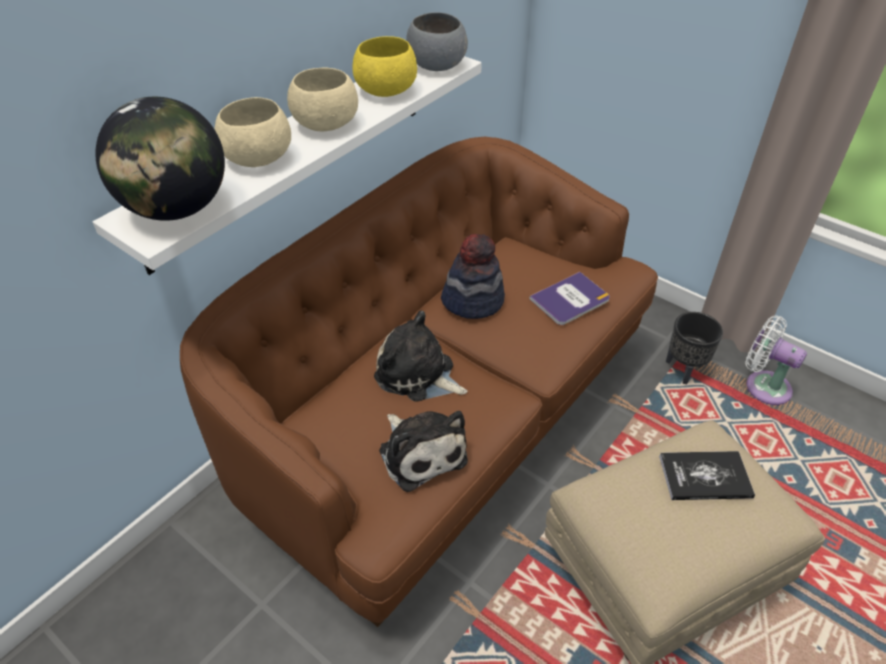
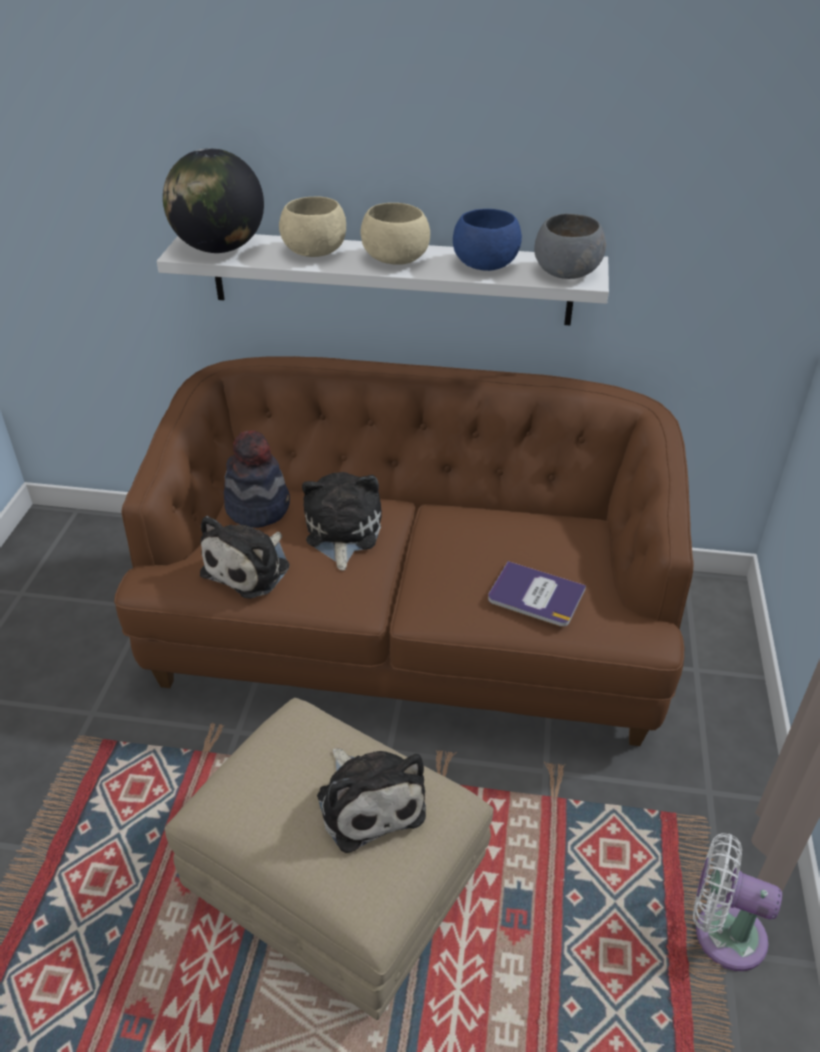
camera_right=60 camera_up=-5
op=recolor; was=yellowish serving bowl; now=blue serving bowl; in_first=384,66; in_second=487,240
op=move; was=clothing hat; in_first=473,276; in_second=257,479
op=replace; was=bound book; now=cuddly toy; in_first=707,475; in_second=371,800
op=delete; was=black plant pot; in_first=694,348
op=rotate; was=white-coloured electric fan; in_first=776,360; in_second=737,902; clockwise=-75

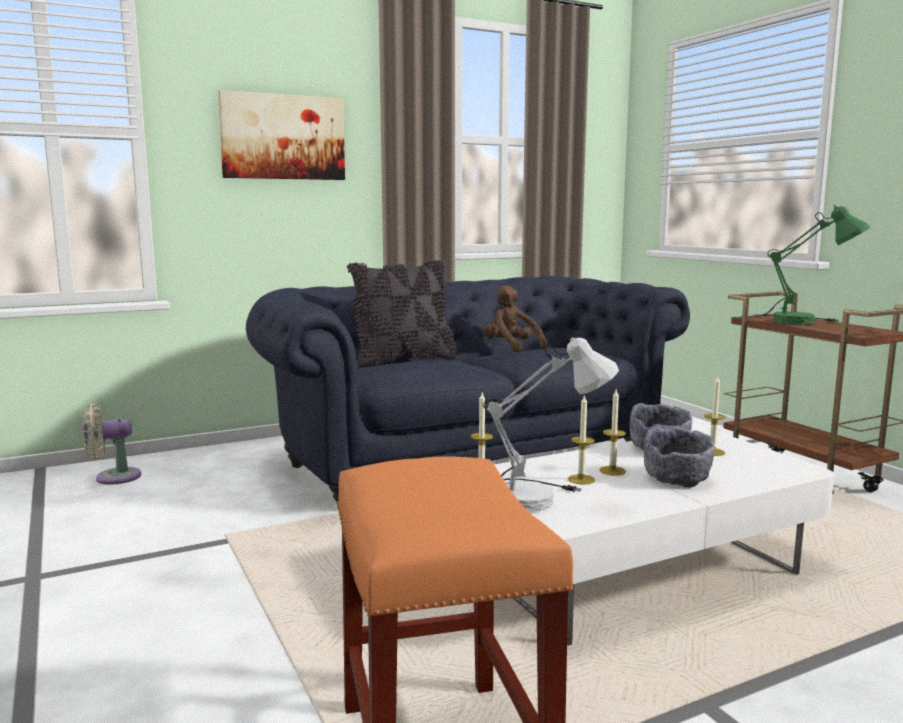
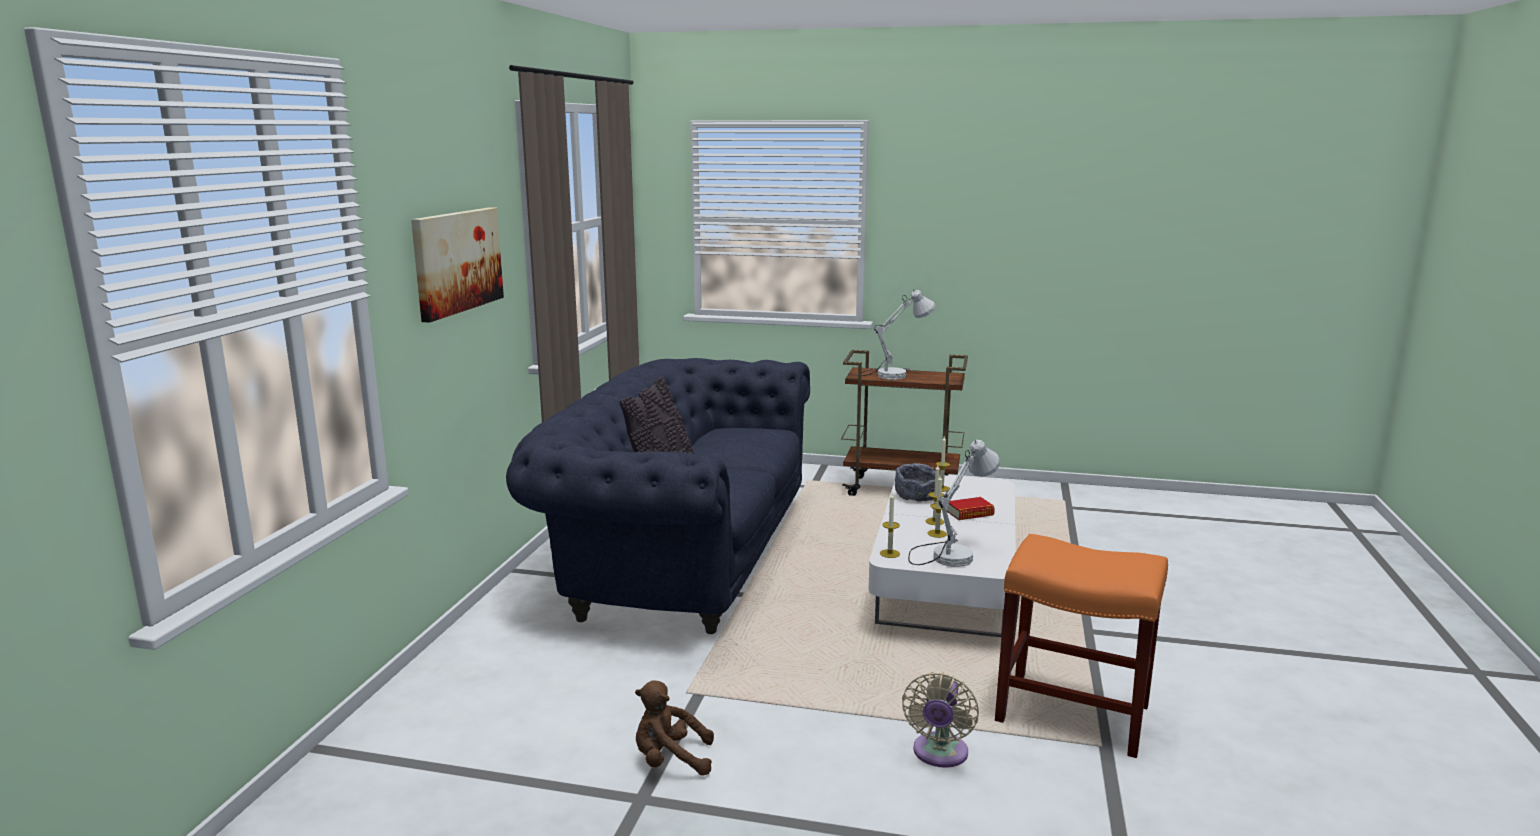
camera_right=-50 camera_up=5
op=move; was=beige electric fan; in_first=112,444; in_second=940,720
op=move; was=brown-coloured cuddly toy; in_first=515,318; in_second=674,728
op=replace; was=grey serving bowl; now=bound book; in_first=679,456; in_second=971,508
op=recolor; was=greenish tabletop lamp; now=white-coloured tabletop lamp; in_first=811,265; in_second=899,335

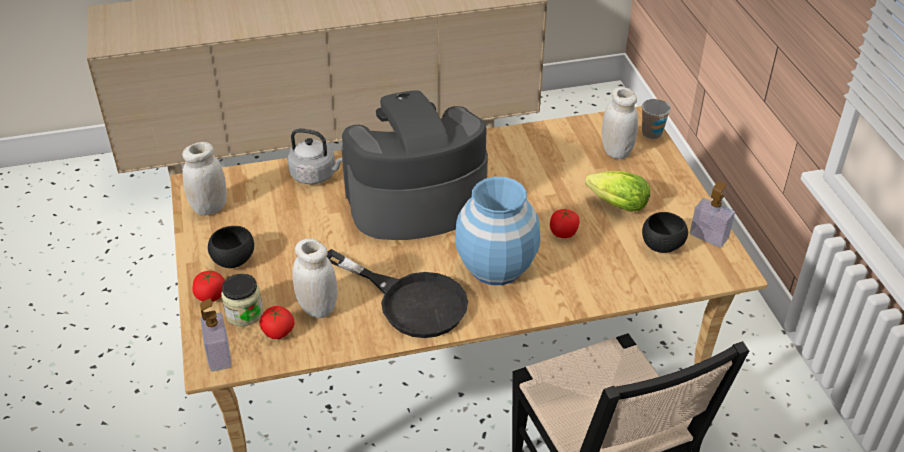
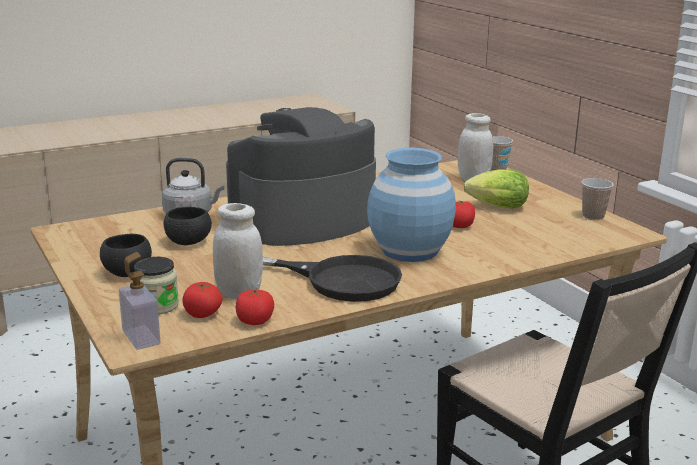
camera_right=-15 camera_up=-20
op=delete; was=white-coloured preserve jar; in_first=204,179
op=move; was=whole tomato; in_first=208,286; in_second=255,306
op=move; was=black serving bowl; in_first=665,232; in_second=188,226
op=replace; was=soap dispenser; now=small cup; in_first=712,214; in_second=597,199

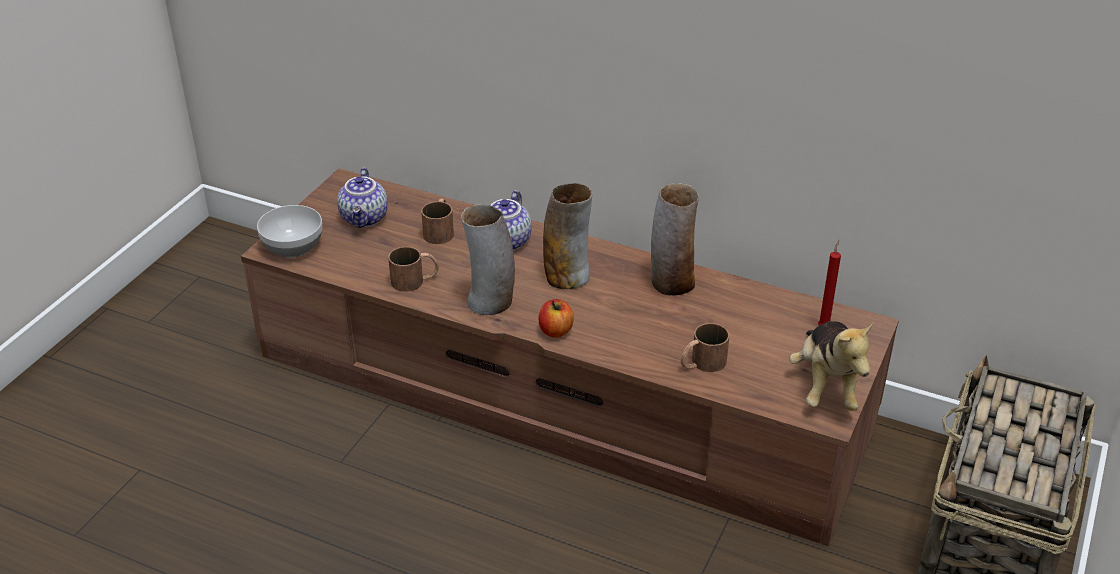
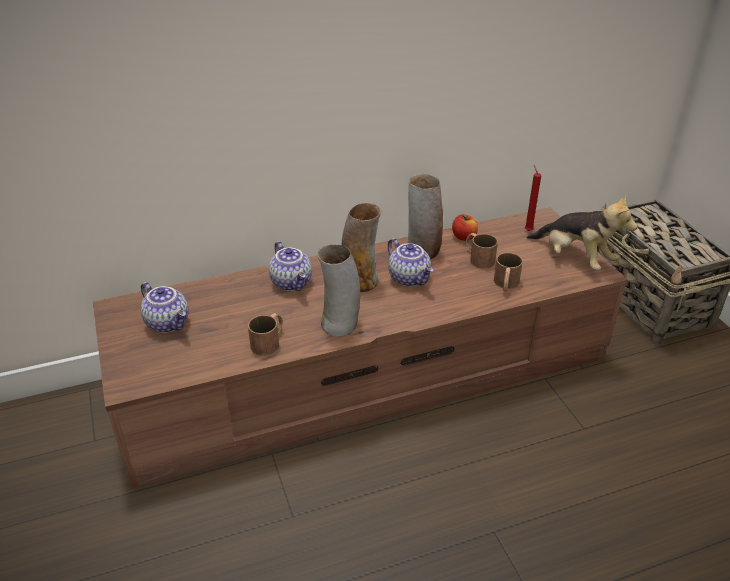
camera_right=-45 camera_up=0
op=delete; was=serving bowl; in_first=289,231
op=move; was=brown-coloured tea mug; in_first=437,221; in_second=482,250
op=move; was=apple fruit; in_first=556,318; in_second=465,227
op=insert; now=pot for tea; in_second=411,262

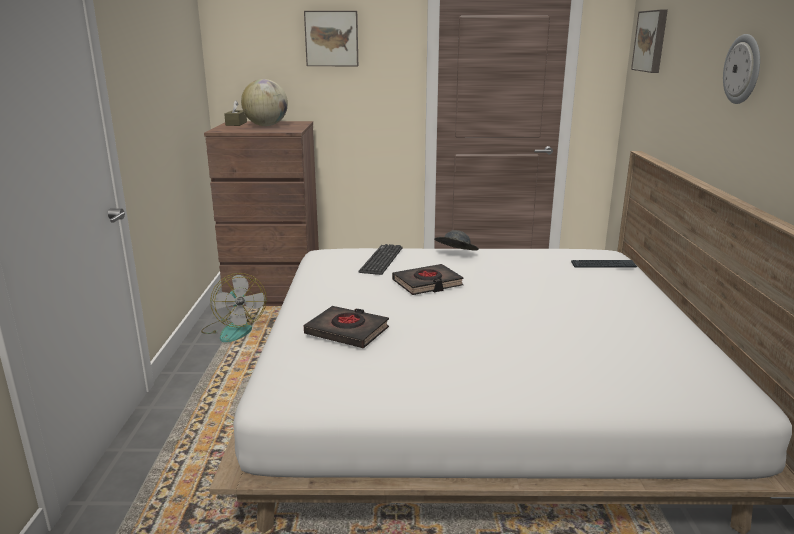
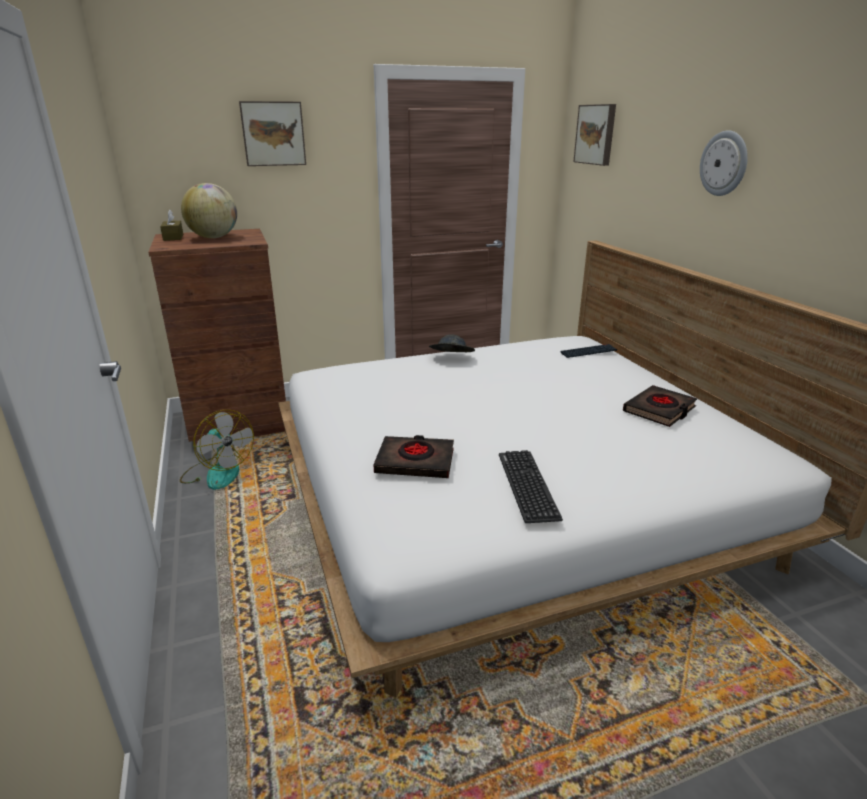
camera_right=-20 camera_up=5
op=move; was=computer keyboard; in_first=380,259; in_second=531,486
op=move; was=black bound book; in_first=428,279; in_second=660,406

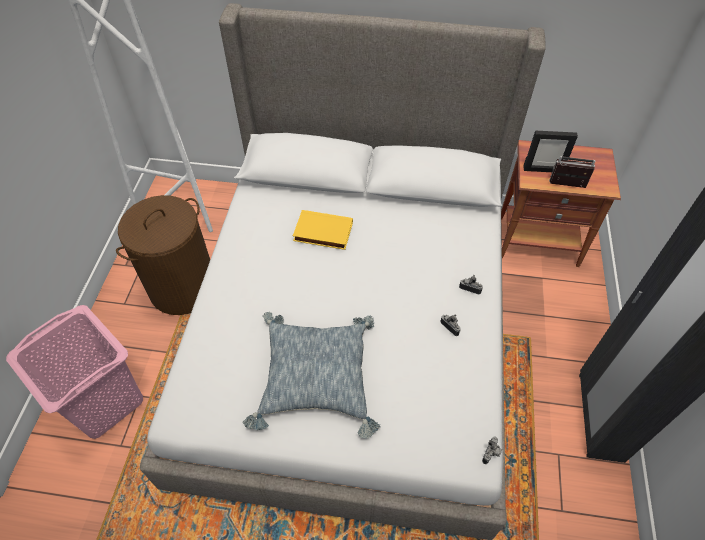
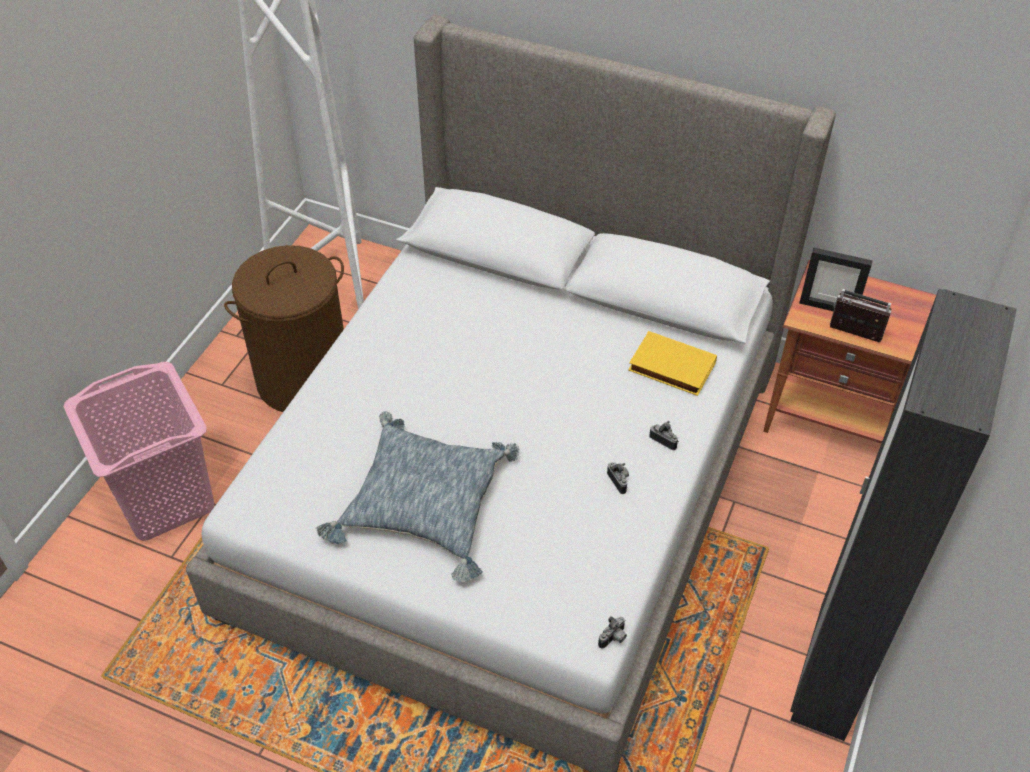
camera_right=15 camera_up=-5
op=move; was=yellowish bound book; in_first=323,230; in_second=672,363

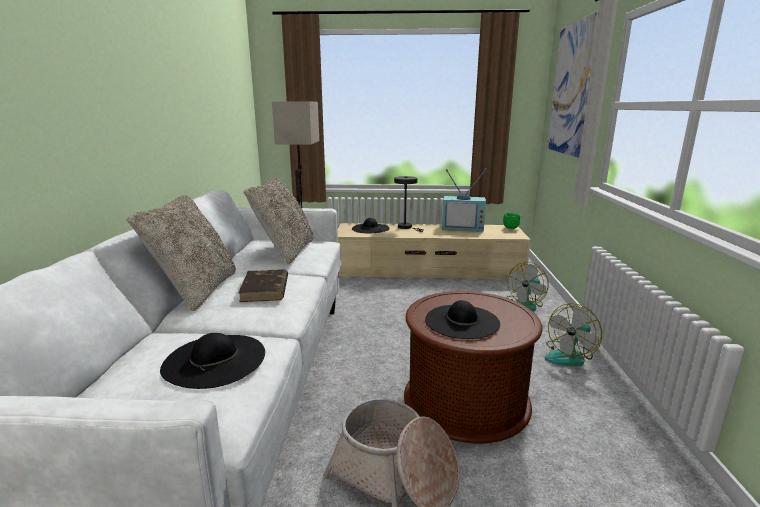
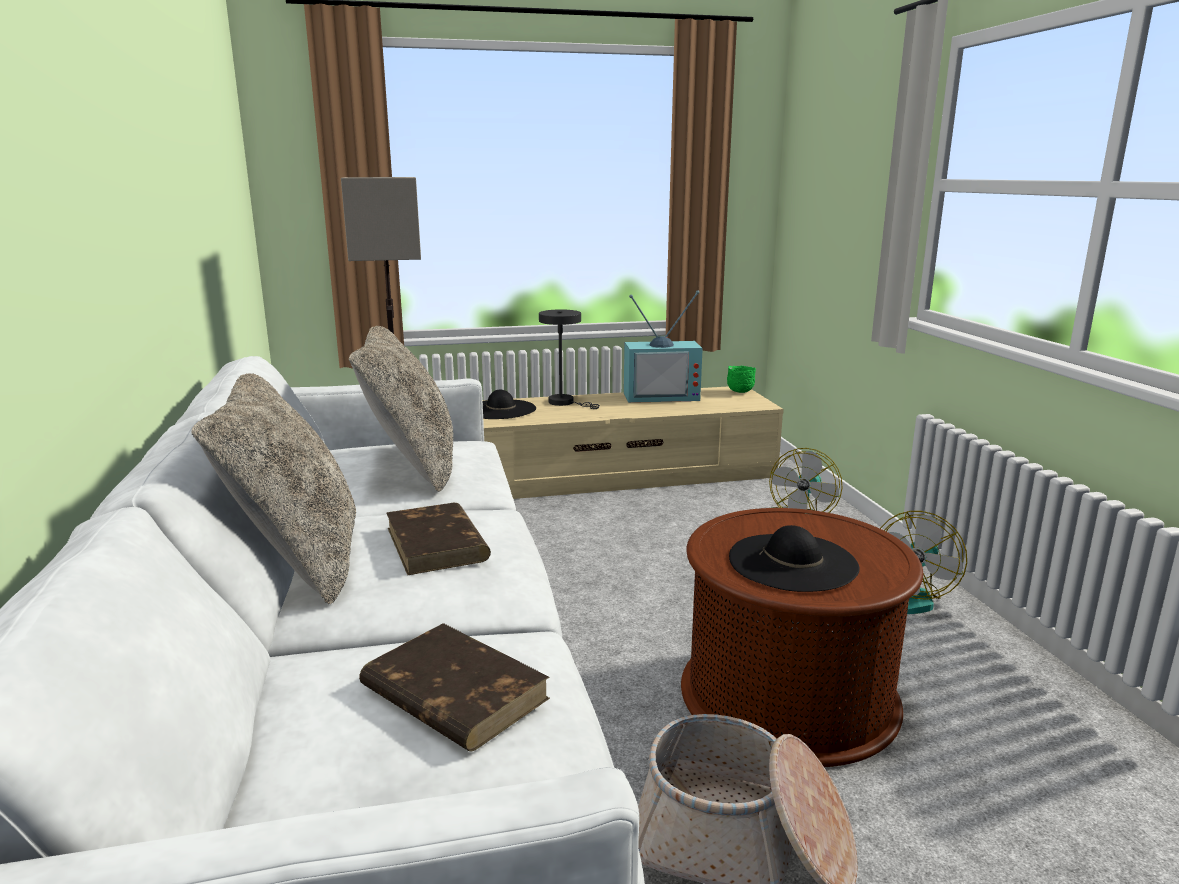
camera_right=-15 camera_up=0
op=replace; was=black clothing hat; now=brown-coloured bound book; in_first=212,361; in_second=454,687
op=delete; was=wall picture; in_first=573,84

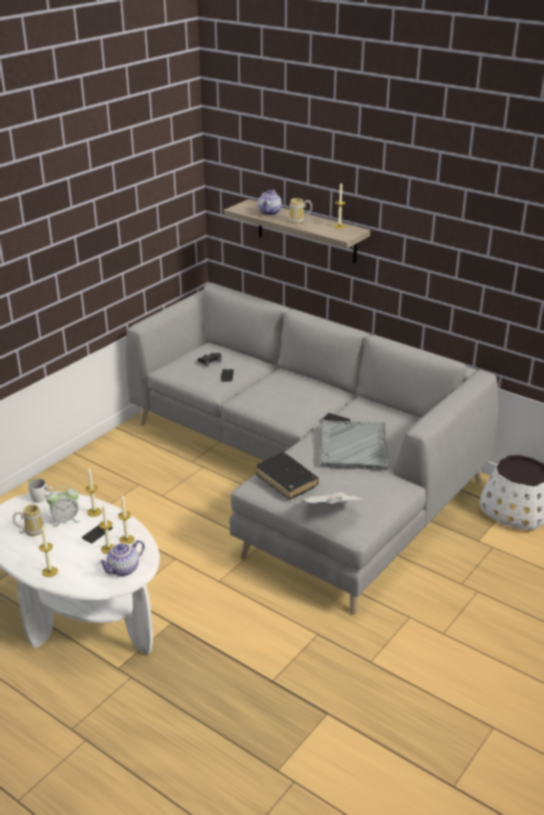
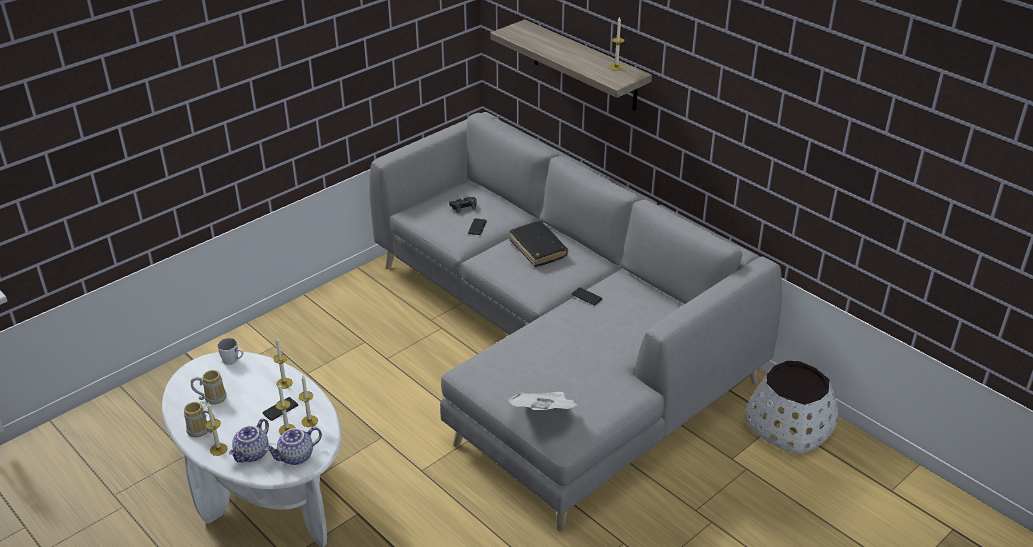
camera_right=10 camera_up=5
op=delete; was=table clock; in_first=63,506
op=move; was=black bound book; in_first=287,476; in_second=538,244
op=move; was=pot for tea; in_first=270,202; in_second=249,440
op=move; was=tea mug; in_first=300,211; in_second=199,420
op=delete; was=grey tray; in_first=354,445

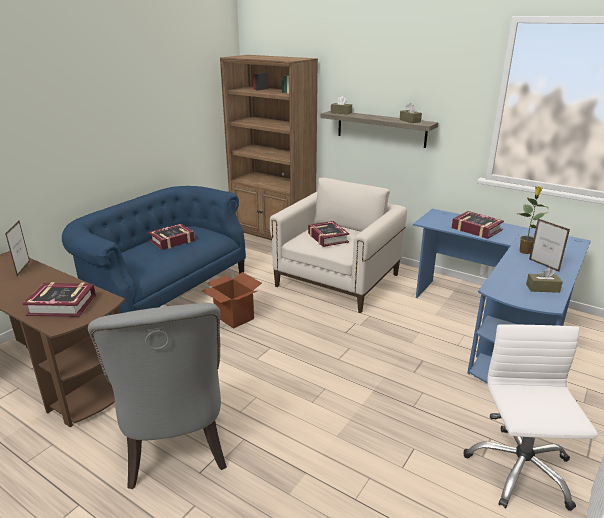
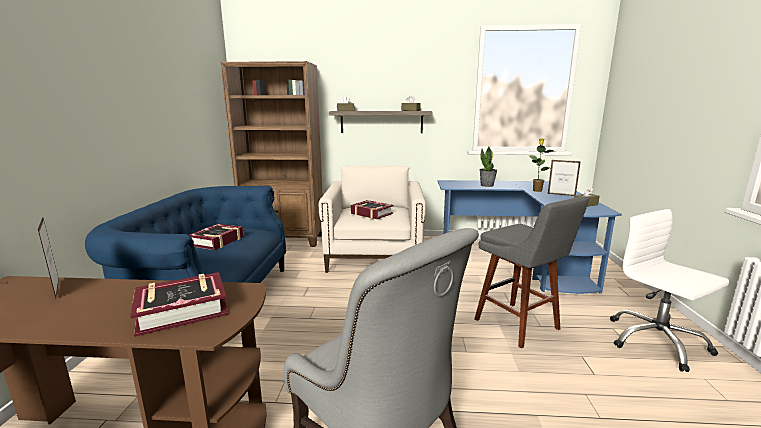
camera_right=-30 camera_up=-10
op=delete; was=carton; in_first=231,300
op=replace; was=bound book; now=plant in a pot; in_first=478,225; in_second=488,166
op=insert; now=grey stool; in_second=532,272

